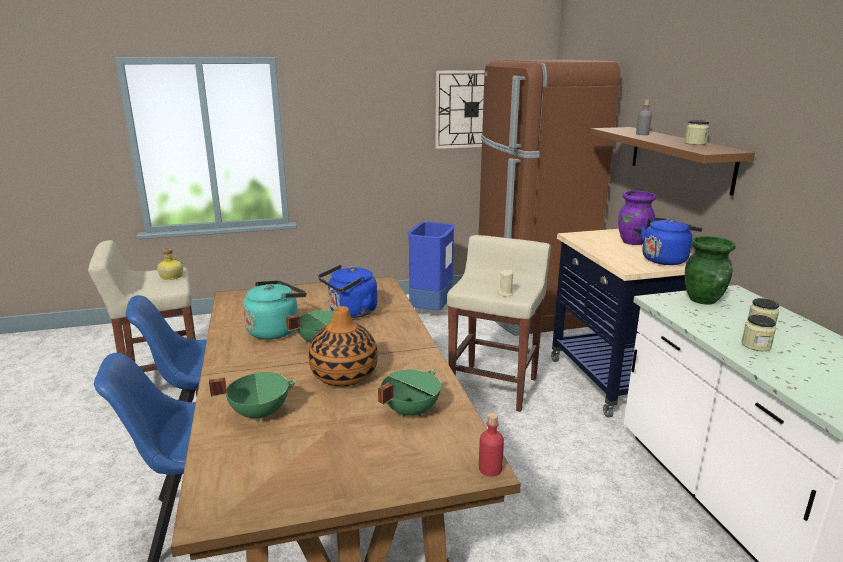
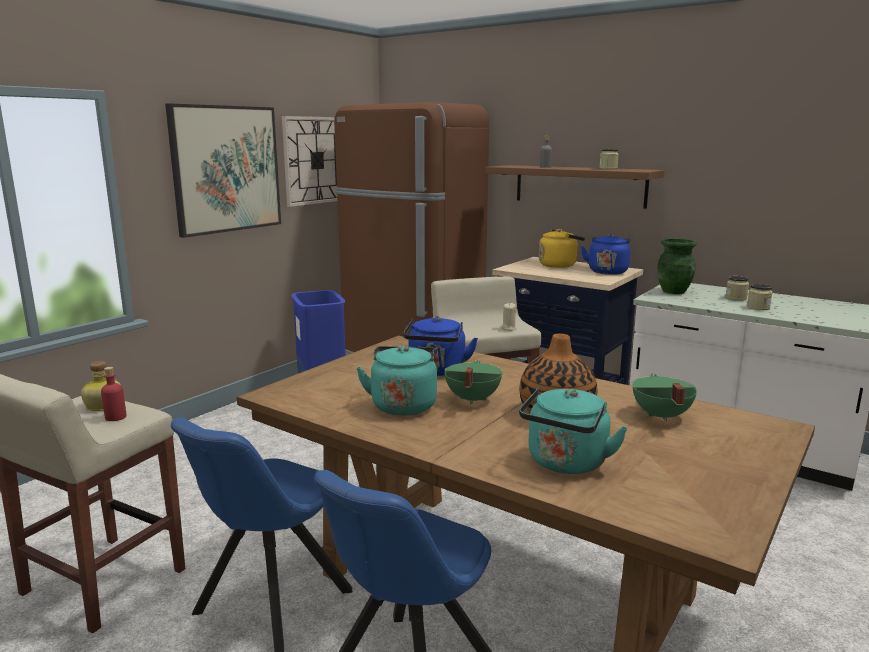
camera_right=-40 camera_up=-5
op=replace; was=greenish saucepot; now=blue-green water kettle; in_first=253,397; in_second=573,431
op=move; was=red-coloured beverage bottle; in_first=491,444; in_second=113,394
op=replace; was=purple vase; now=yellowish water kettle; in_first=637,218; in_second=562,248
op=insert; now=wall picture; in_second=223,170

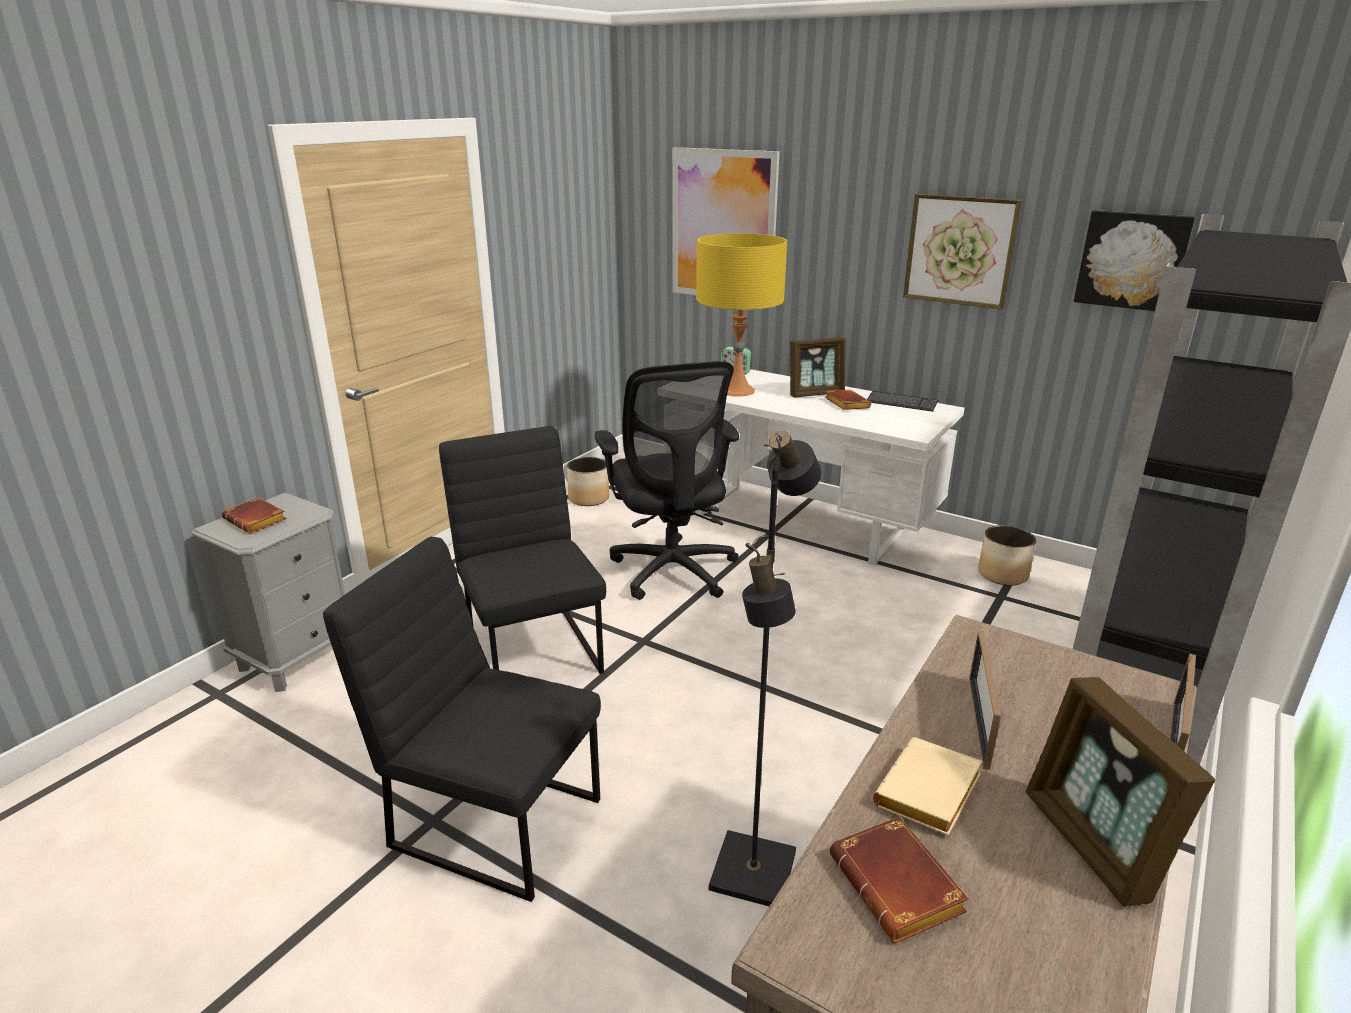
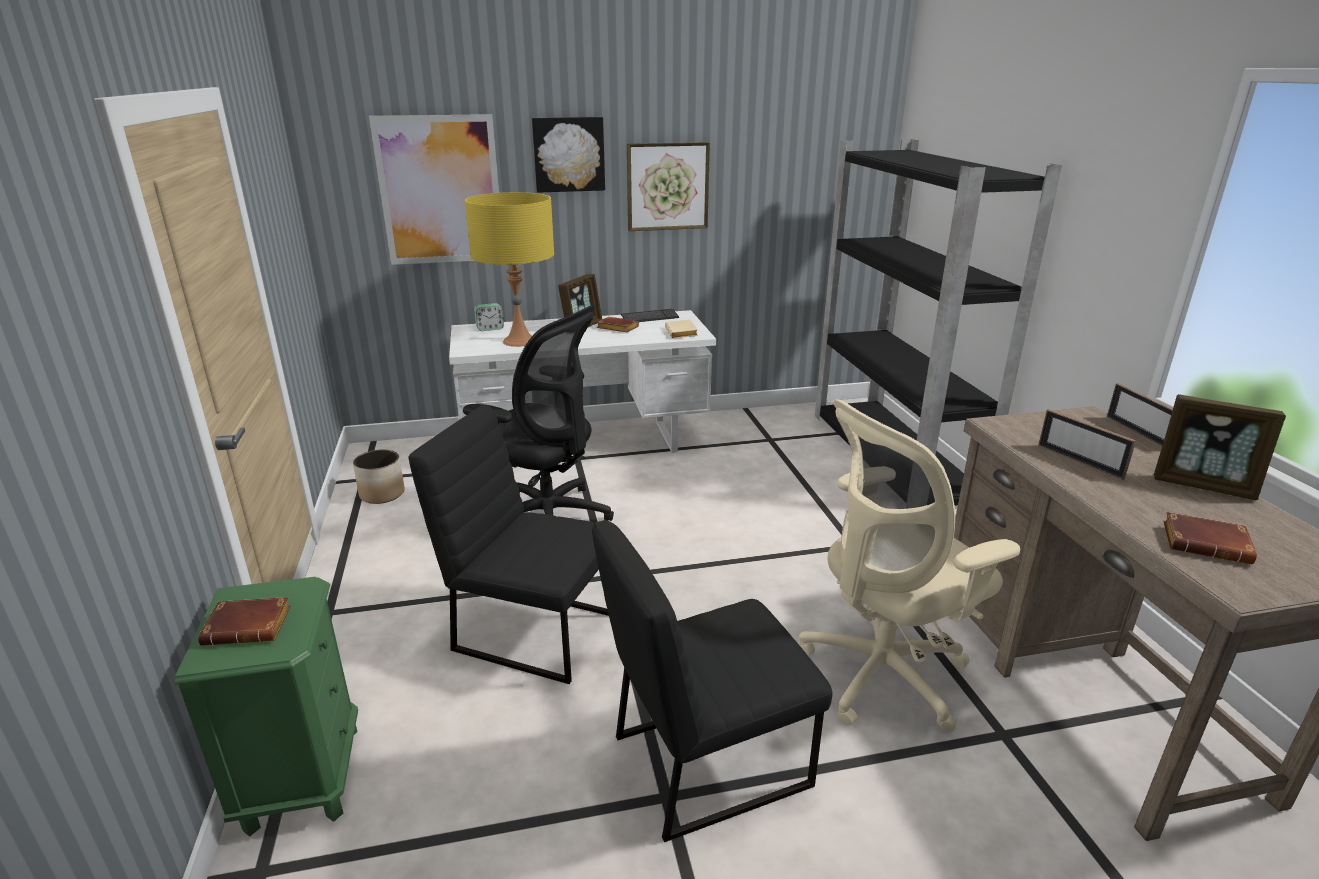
camera_right=-45 camera_up=0
op=recolor; was=grey nightstand; now=greenish nightstand; in_first=268,592; in_second=266,706
op=replace; was=black standard lamp; now=beige office chair; in_first=765,668; in_second=909,565
op=move; was=beige bound book; in_first=927,786; in_second=681,328
op=delete; was=plant pot; in_first=1007,555
op=move; was=wall picture; in_first=1134,260; in_second=568,155

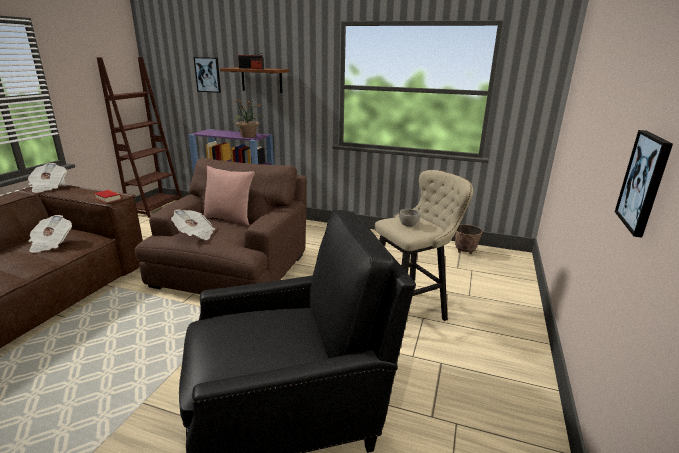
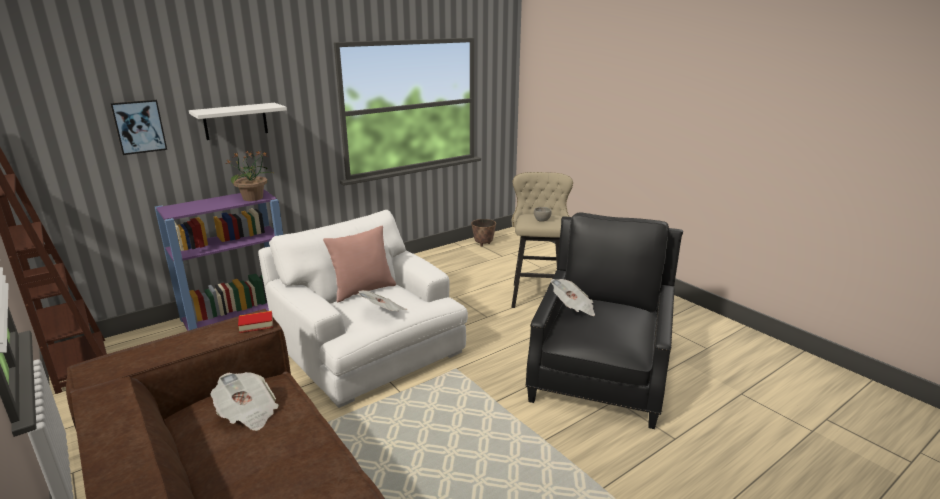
camera_right=-55 camera_up=0
op=move; was=printed paper; in_first=47,178; in_second=573,297
op=recolor; was=brown-coloured armchair; now=white-coloured armchair; in_first=221,226; in_second=363,309
op=recolor; was=brown-coloured wall shelf; now=white-coloured wall shelf; in_first=254,80; in_second=238,121
op=delete; was=radio set; in_first=251,61
op=delete; was=wall picture; in_first=644,184

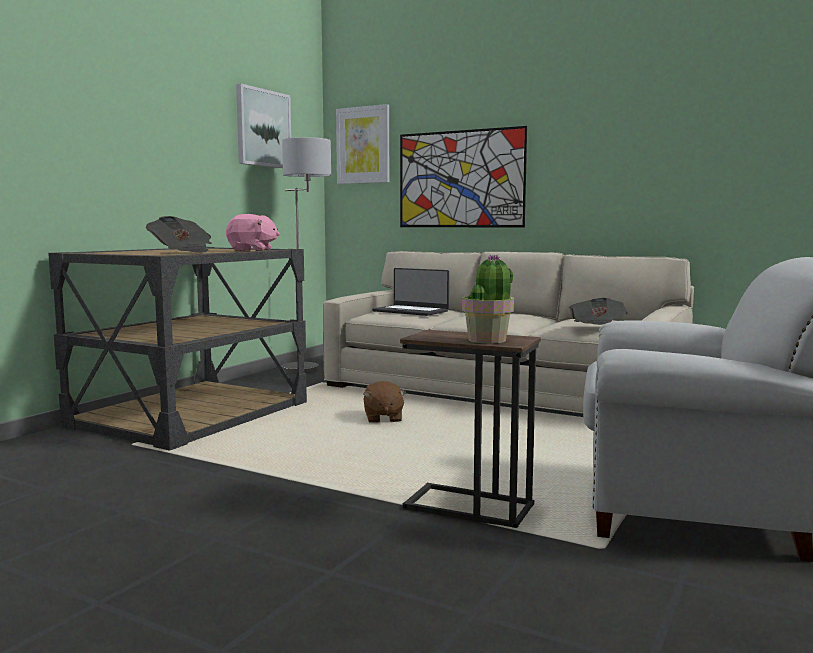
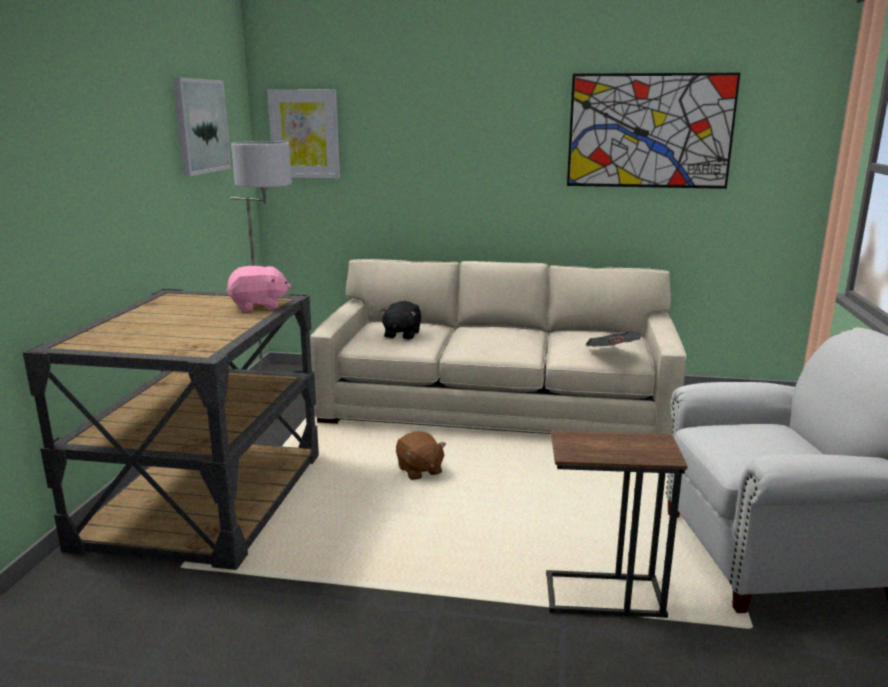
camera_right=-20 camera_up=10
op=delete; was=printed paper; in_first=179,234
op=replace; was=laptop; now=black cuddly toy; in_first=410,292; in_second=400,320
op=move; was=wall picture; in_first=463,177; in_second=653,131
op=delete; was=plant in a pot; in_first=488,299

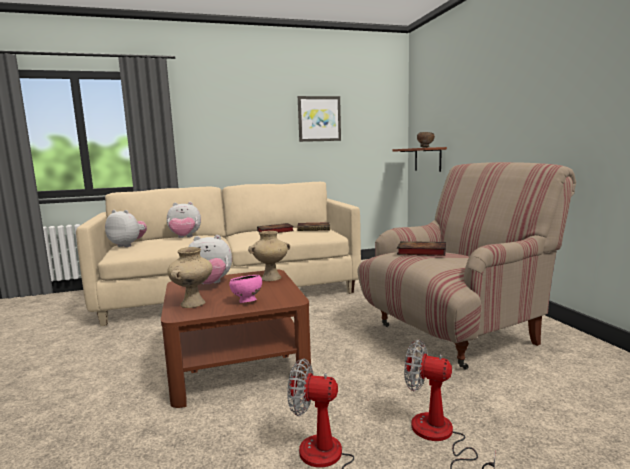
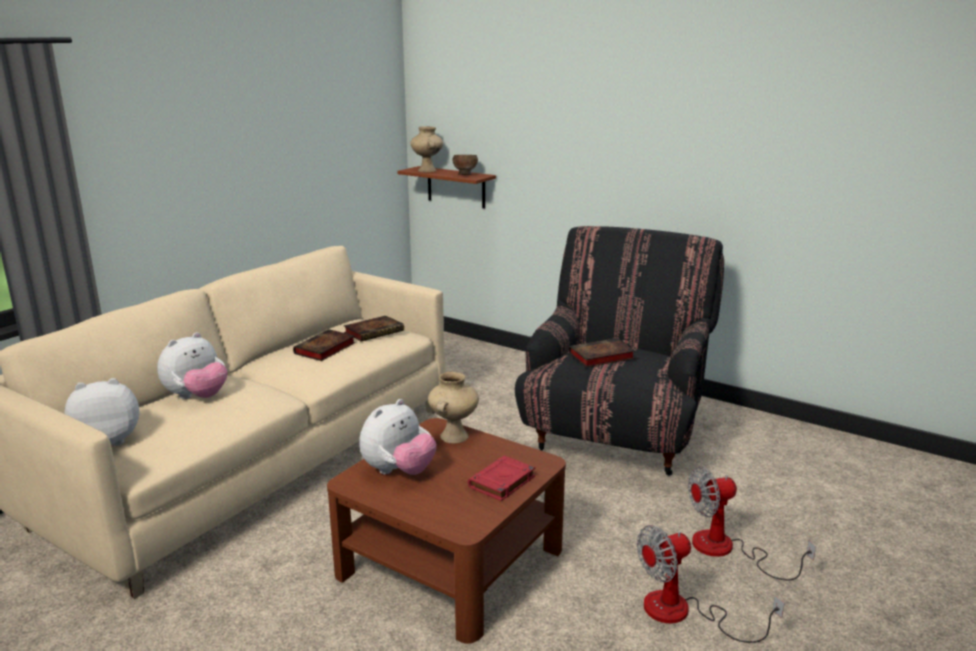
camera_right=-40 camera_up=10
op=move; was=beige vase; in_first=189,277; in_second=426,149
op=replace; was=pink serving bowl; now=red-coloured bound book; in_first=245,289; in_second=501,478
op=delete; was=wall picture; in_first=319,119
op=recolor; was=beige armchair; now=black armchair; in_first=466,266; in_second=619,351

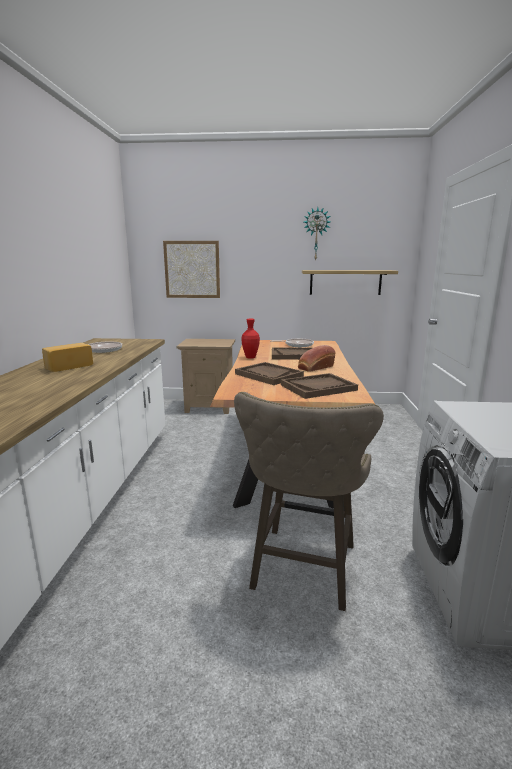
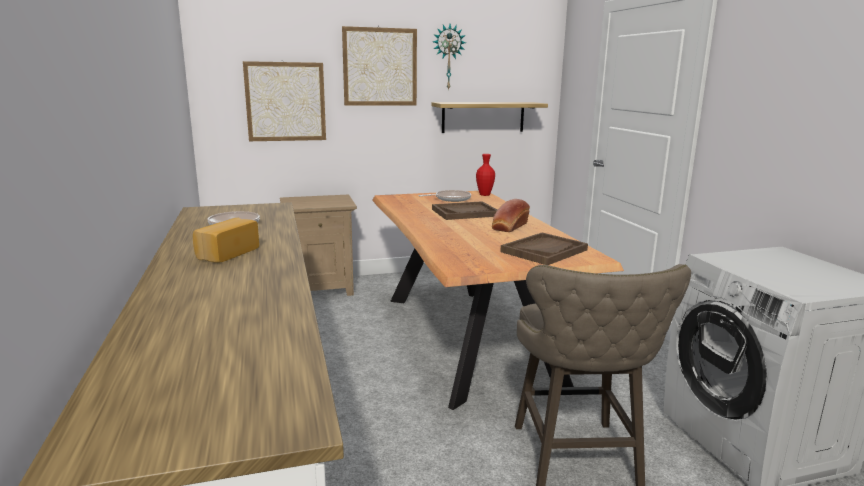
camera_right=-20 camera_up=0
op=delete; was=brown-coloured tray; in_first=269,373
op=move; was=red-coloured vase; in_first=250,338; in_second=485,175
op=insert; now=wall picture; in_second=379,66

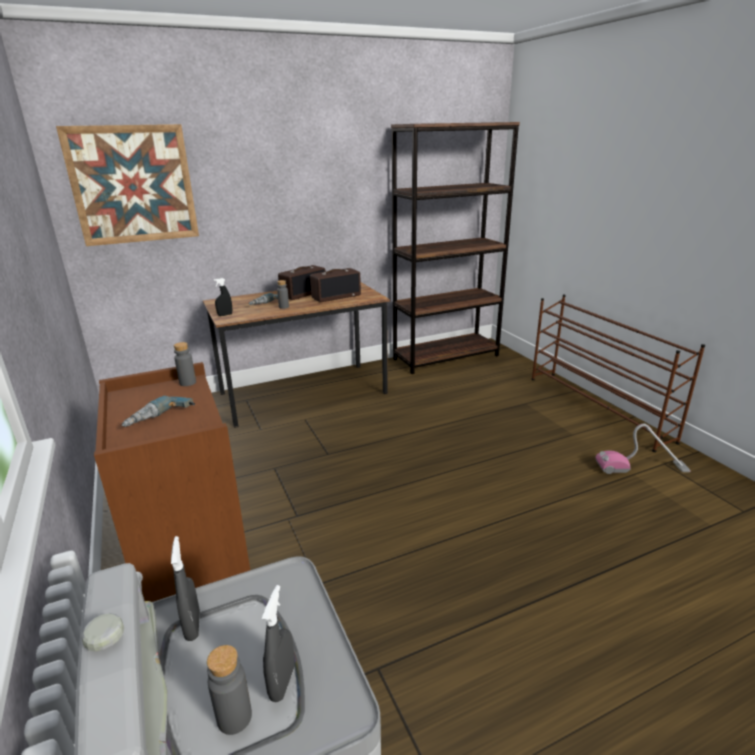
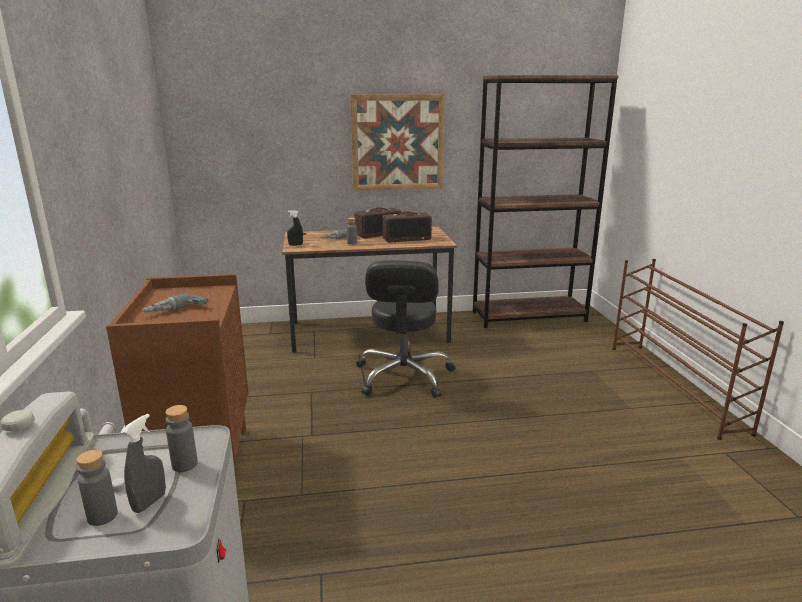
camera_right=15 camera_up=-5
op=move; was=wall picture; in_first=127,185; in_second=397,142
op=delete; was=grey hand sprayer; in_first=185,588
op=move; was=grey beverage bottle; in_first=185,364; in_second=181,438
op=delete; was=hoover; in_first=643,448
op=insert; now=black office chair; in_second=406,329

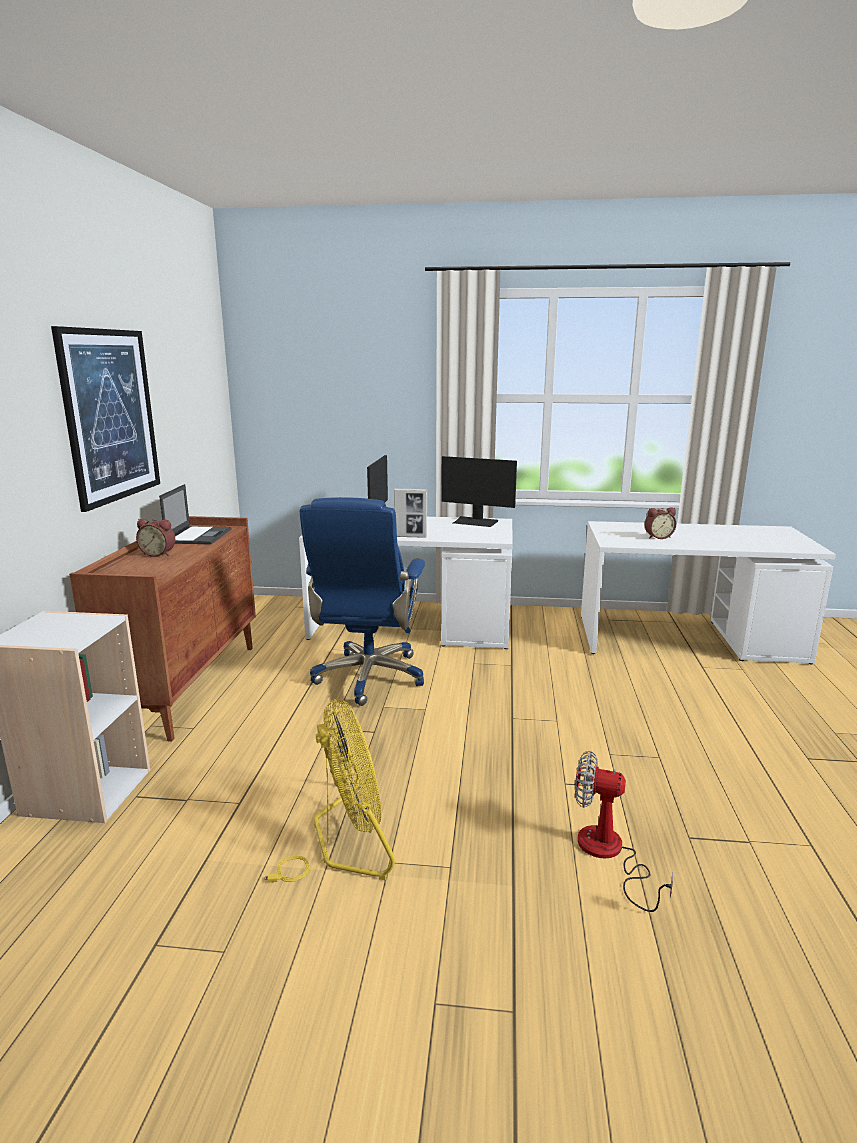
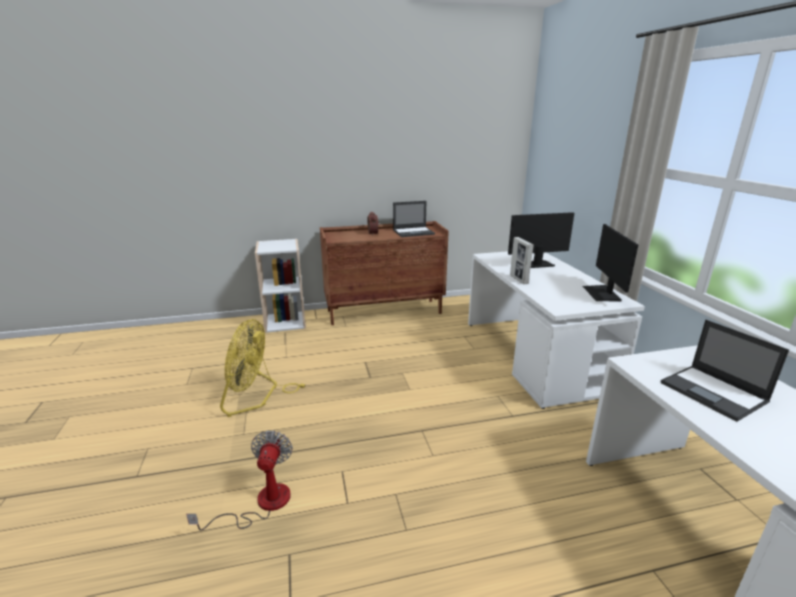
camera_right=70 camera_up=5
op=delete; was=wall picture; in_first=105,419
op=rotate; was=yellowish electric fan; in_first=330,791; in_second=263,368; clockwise=135
op=delete; was=blue office chair; in_first=362,601
op=replace; was=table clock; now=laptop; in_first=660,523; in_second=725,371

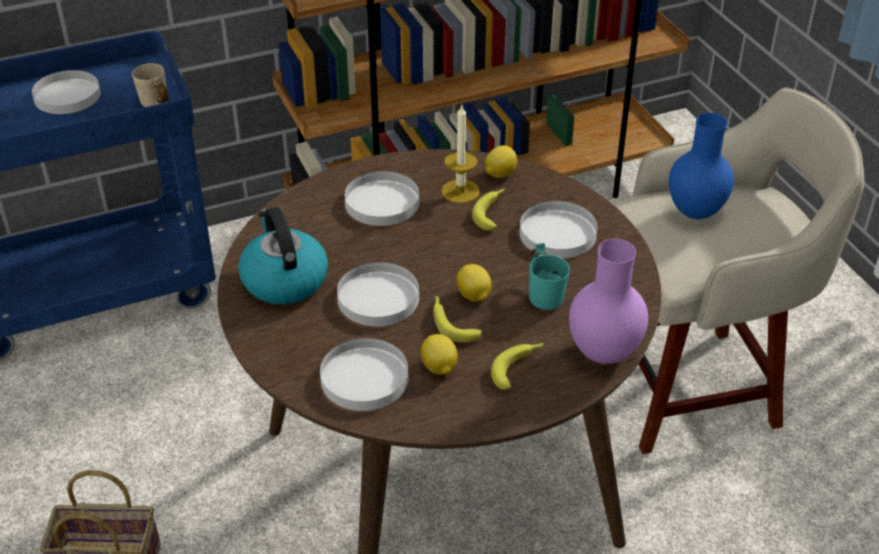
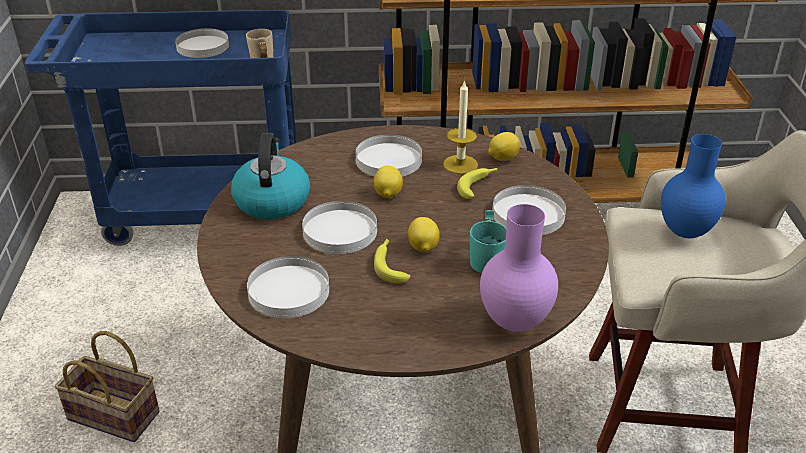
camera_right=20 camera_up=-5
op=move; was=whole lemon; in_first=439,354; in_second=388,182
op=delete; was=banana fruit; in_first=517,366

